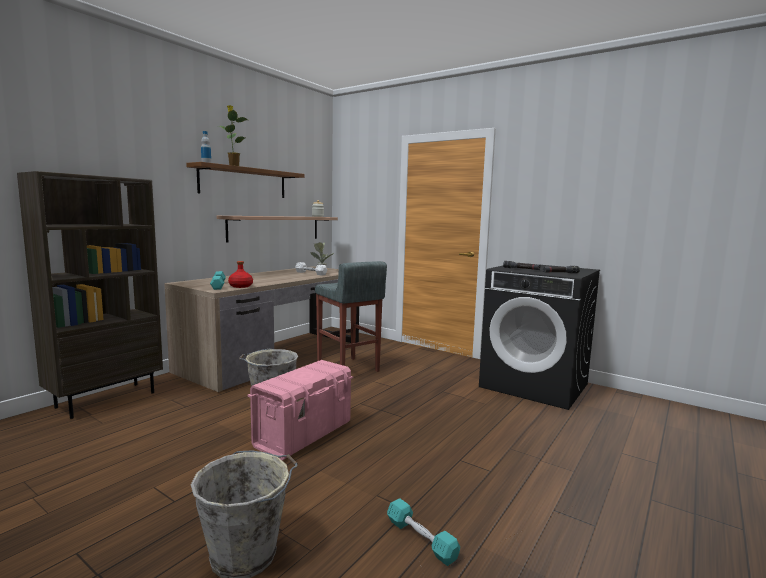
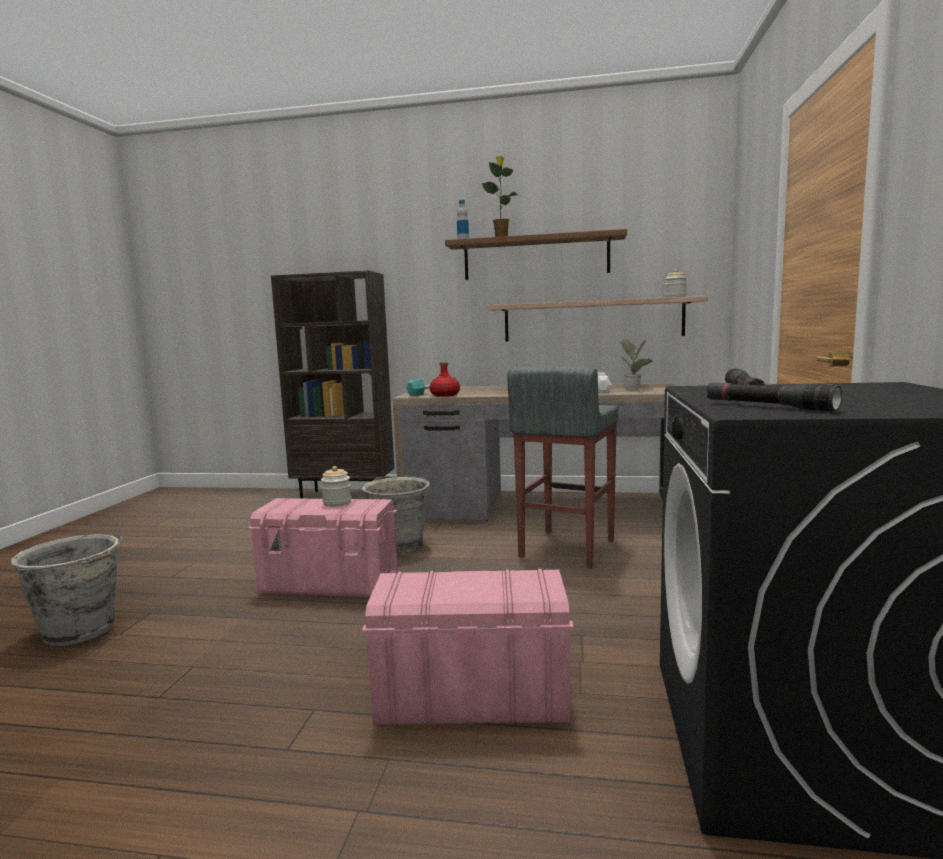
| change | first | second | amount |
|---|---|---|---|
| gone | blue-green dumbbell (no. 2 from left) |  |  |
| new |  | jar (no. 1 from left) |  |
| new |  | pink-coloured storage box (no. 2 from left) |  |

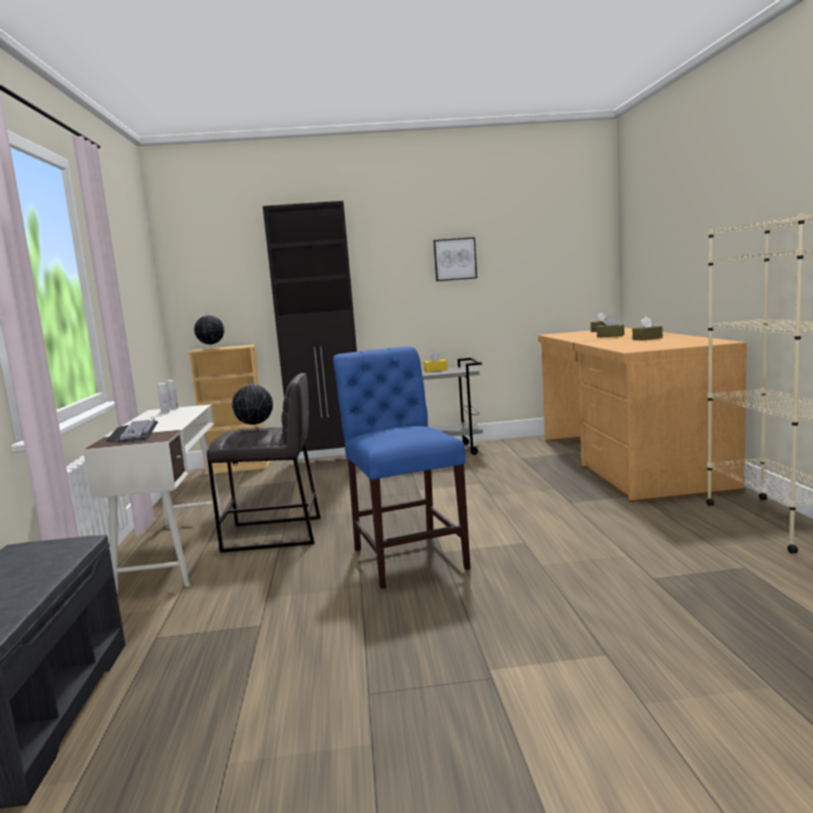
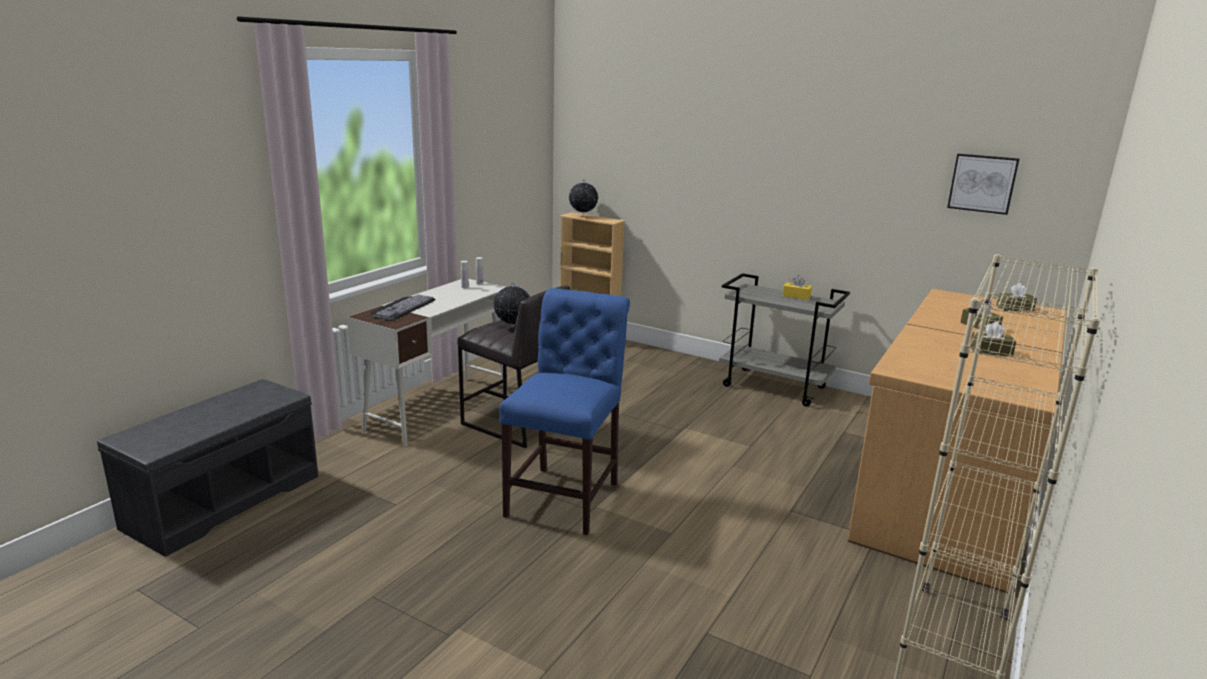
| change | first | second | amount |
|---|---|---|---|
| gone | black cabinet |  |  |
| shifted | wall picture |  |  |

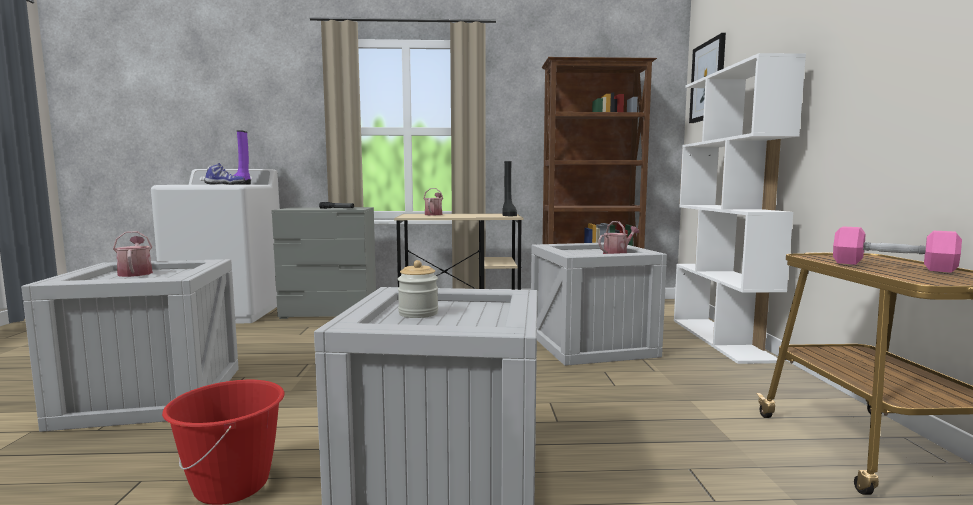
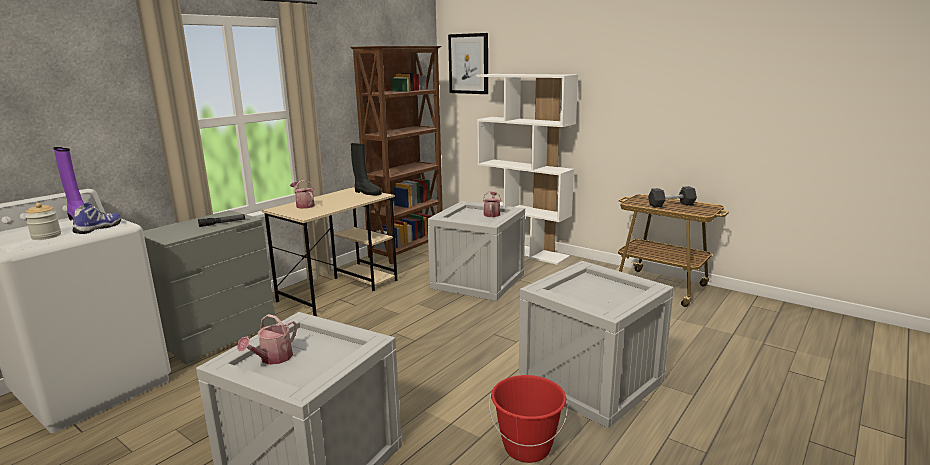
| change | first | second | amount |
|---|---|---|---|
| rotated | watering pot (no. 1 from left) |  | 75 degrees counterclockwise |
| shifted | jar |  |  |
| repainted | pink-coloured dumbbell | grey dumbbell |  |

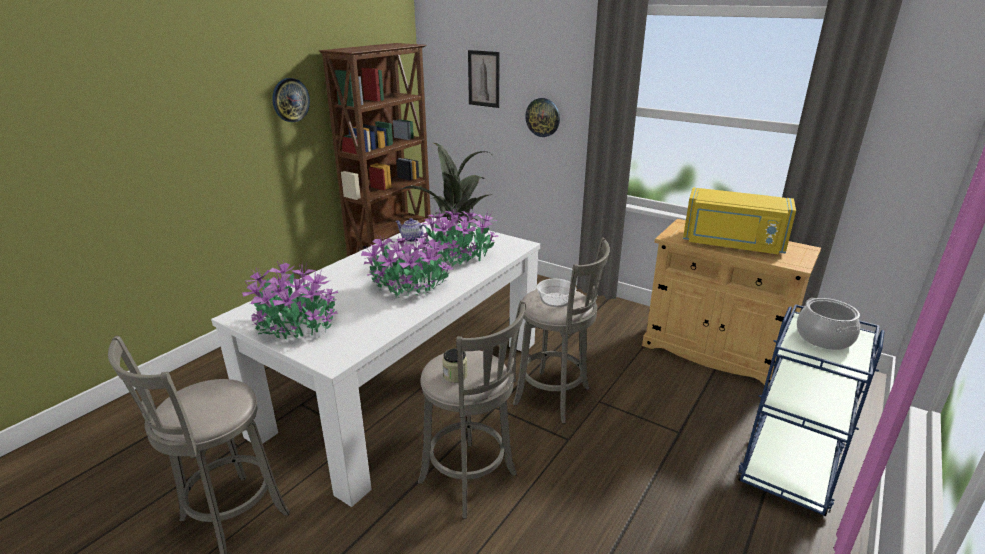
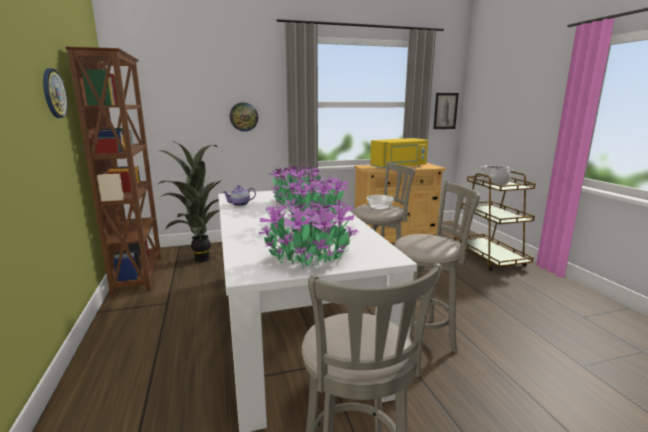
| change | first | second | amount |
|---|---|---|---|
| gone | jar |  |  |
| shifted | wall picture |  |  |
| repainted | blue-coloured trolley | brownish trolley |  |

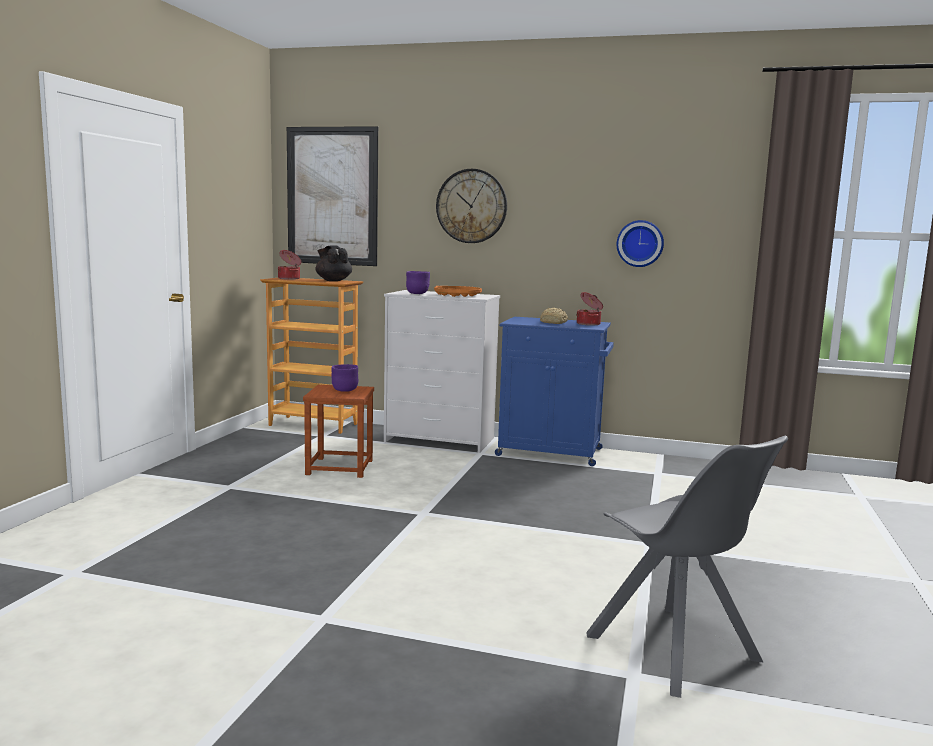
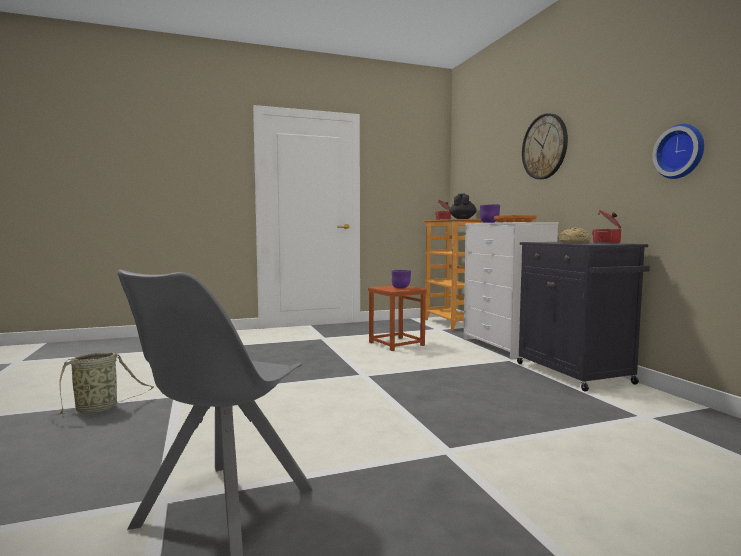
| change | first | second | amount |
|---|---|---|---|
| gone | wall picture |  |  |
| repainted | blue-coloured cabinet | black cabinet |  |
| new |  | basket |  |

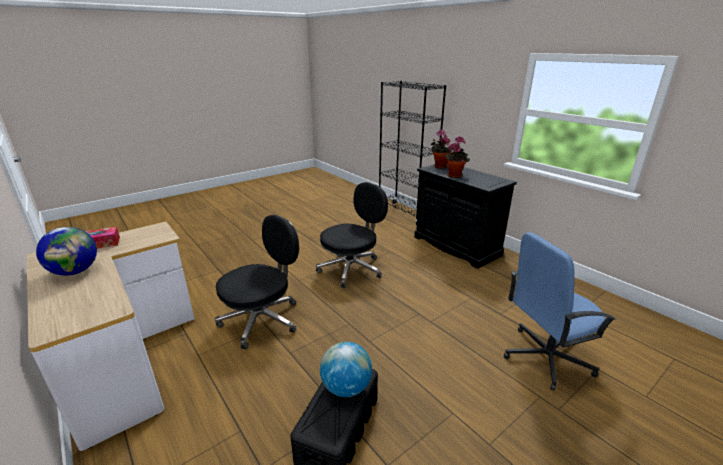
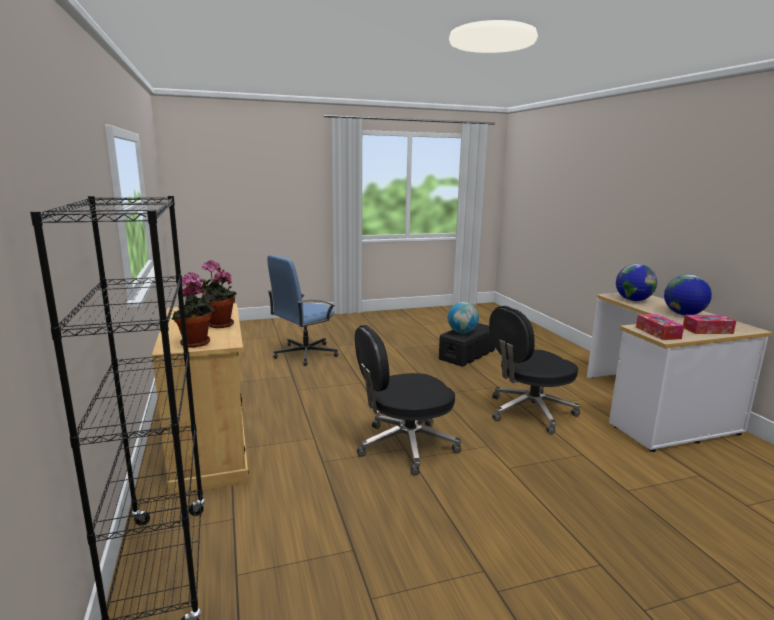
| change | first | second | amount |
|---|---|---|---|
| repainted | black cabinet | beige-coloured cabinet |  |
| rotated | blue-coloured office chair |  | 135 degrees clockwise |
| new |  | world globe (no. 2 from left) |  |
| new |  | tissue holder (no. 1 from left) |  |

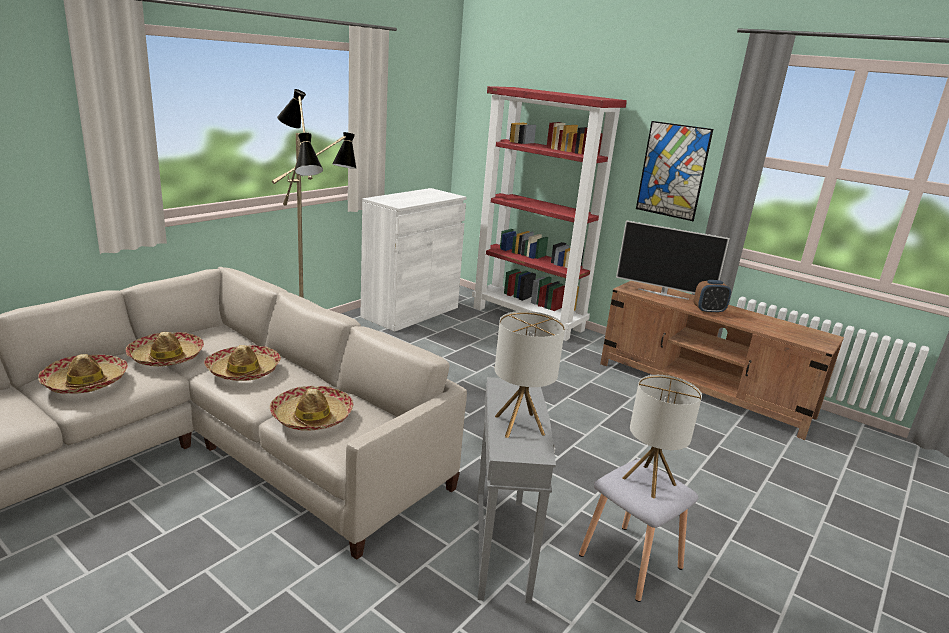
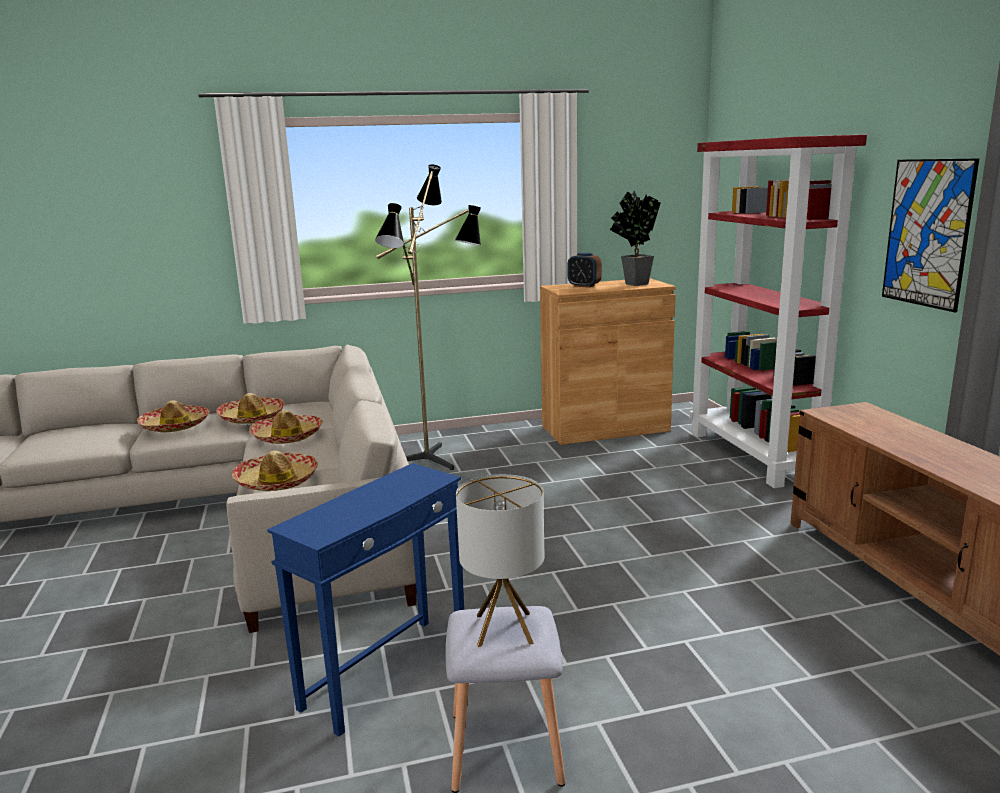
| change | first | second | amount |
|---|---|---|---|
| repainted | whitish cabinet | brownish cabinet |  |
| repainted | grey accent table | blue-coloured accent table |  |
| gone | lamp for a table (no. 1 from left) |  |  |
| gone | television |  |  |
| shifted | alarm clock |  |  |
| new |  | plant in a pot |  |

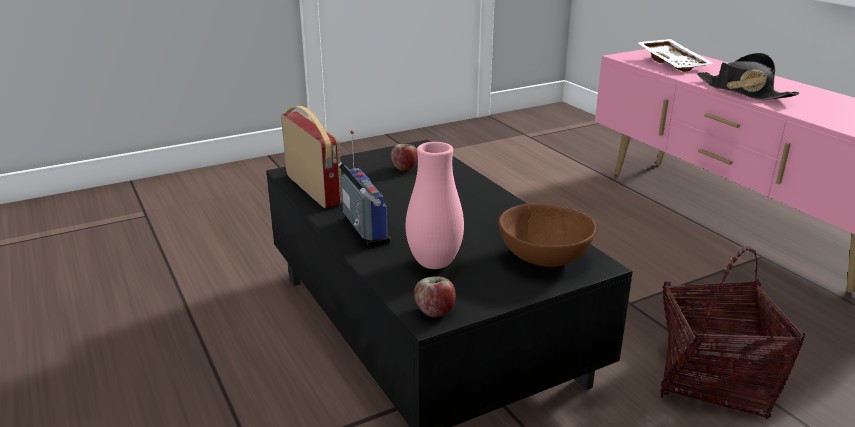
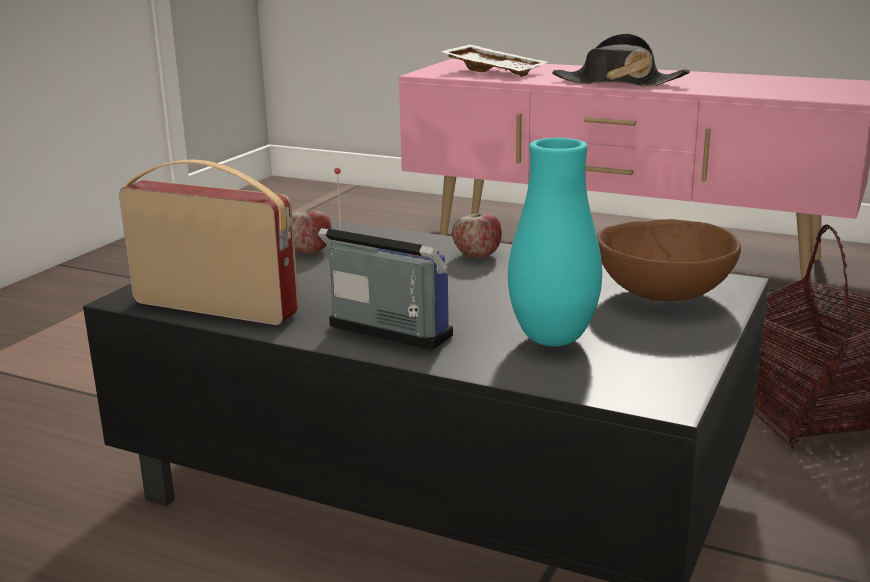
| change | first | second | amount |
|---|---|---|---|
| repainted | pink-coloured vase | blue-green vase |  |
| shifted | whole apple (no. 2 from left) |  |  |

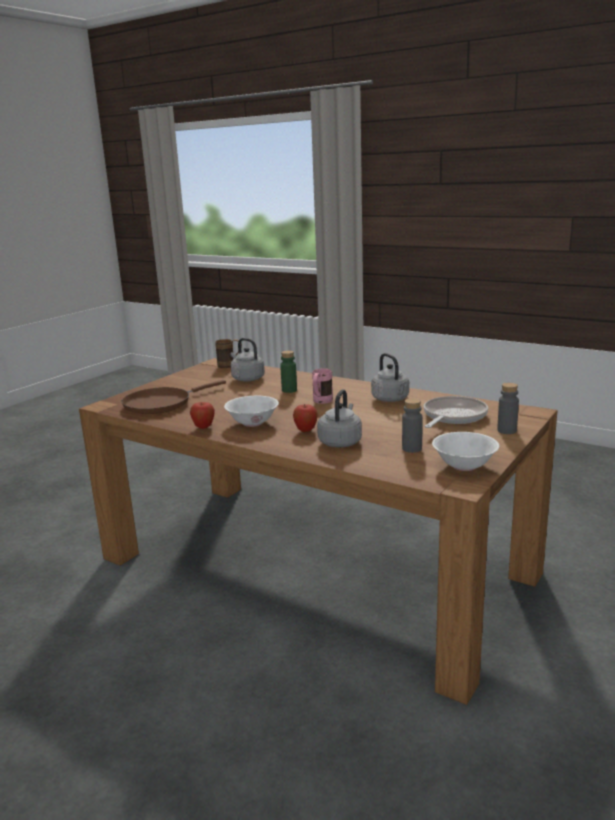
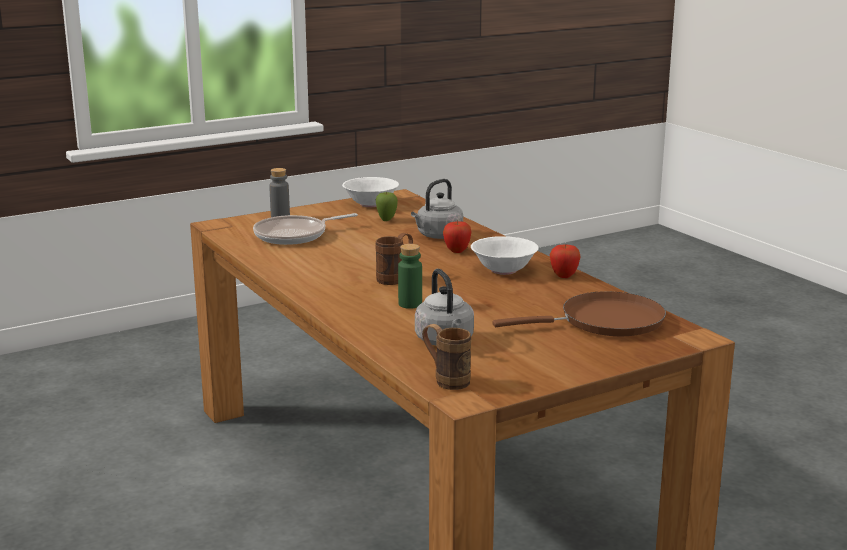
| change | first | second | amount |
|---|---|---|---|
| repainted | pink-coloured tea mug | brownish tea mug (no. 1 from left) |  |
| gone | grey tea kettle (no. 3 from left) |  |  |
| swapped | grey beverage bottle (no. 1 from left) | whole apple (no. 1 from left) |  |

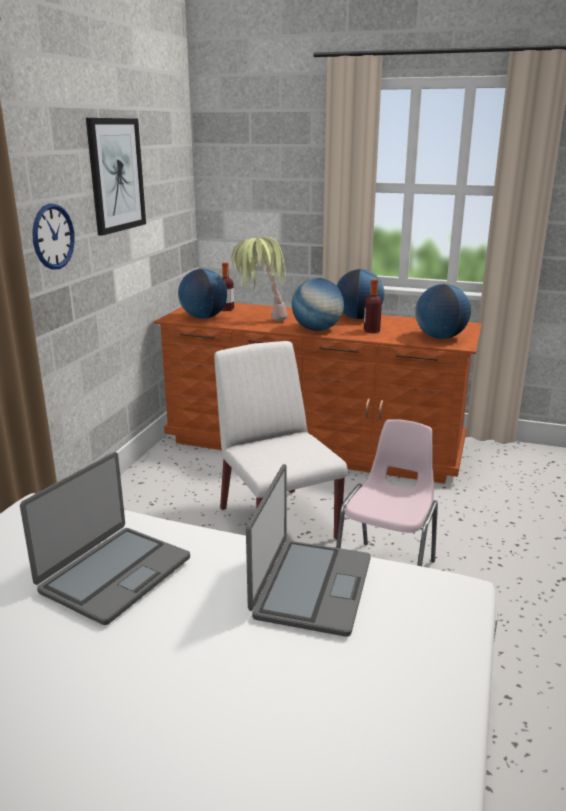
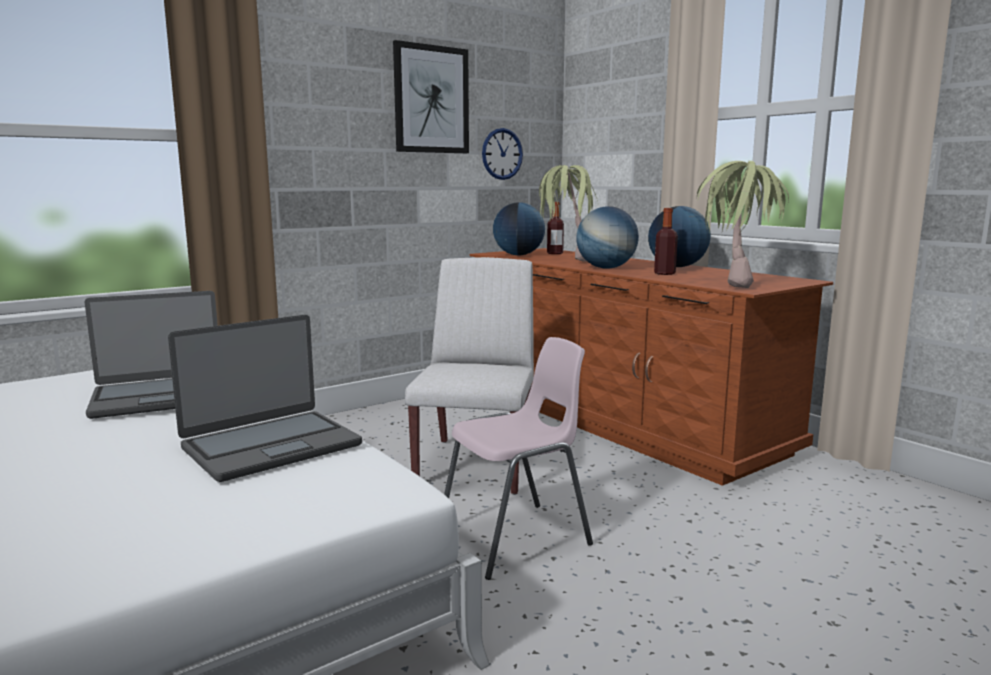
| change | first | second | amount |
|---|---|---|---|
| shifted | clock on the wall |  |  |
| swapped | world globe (no. 4 from left) | plant in a pot (no. 2 from left) |  |

